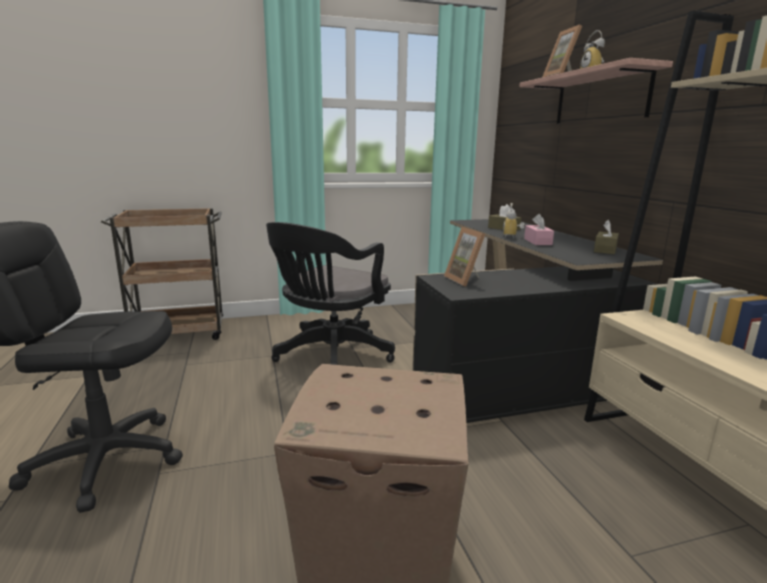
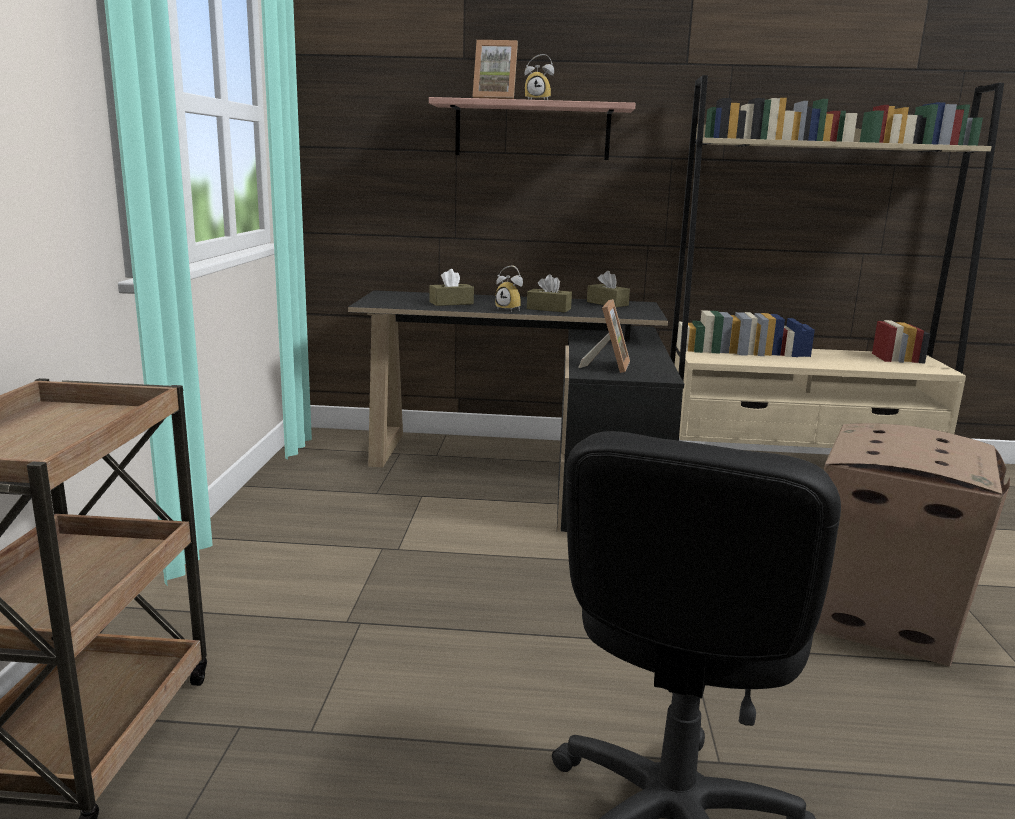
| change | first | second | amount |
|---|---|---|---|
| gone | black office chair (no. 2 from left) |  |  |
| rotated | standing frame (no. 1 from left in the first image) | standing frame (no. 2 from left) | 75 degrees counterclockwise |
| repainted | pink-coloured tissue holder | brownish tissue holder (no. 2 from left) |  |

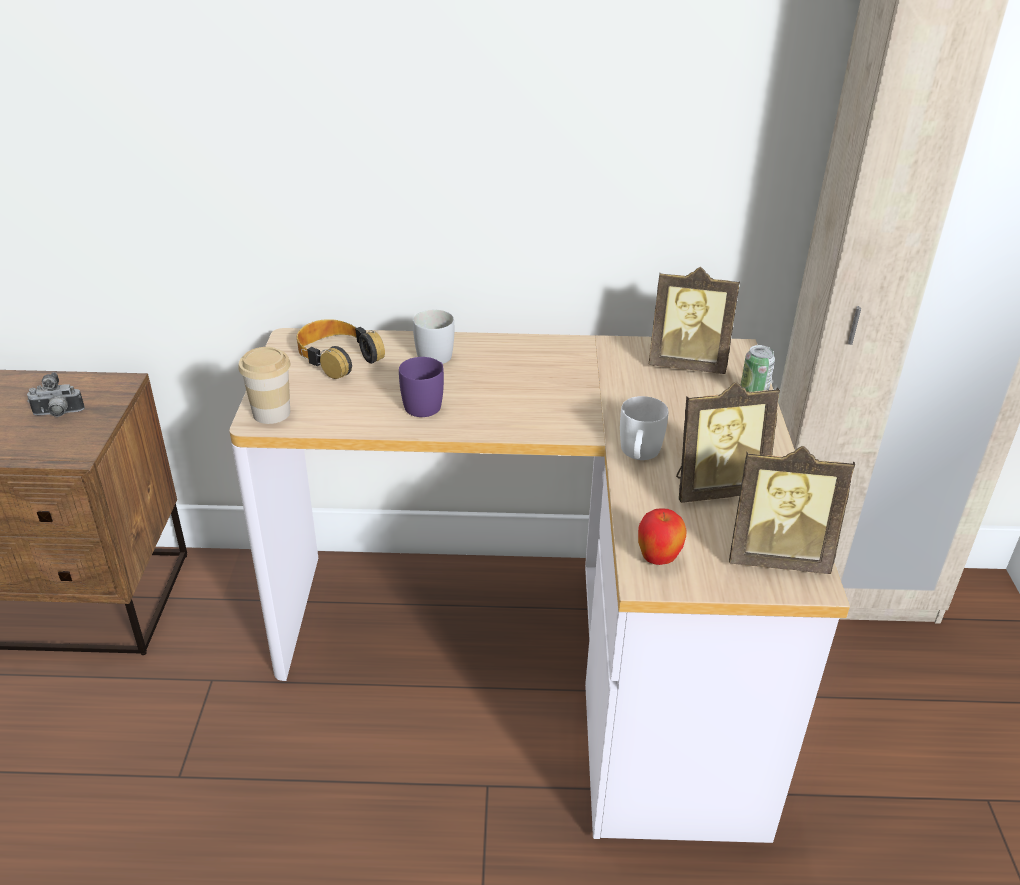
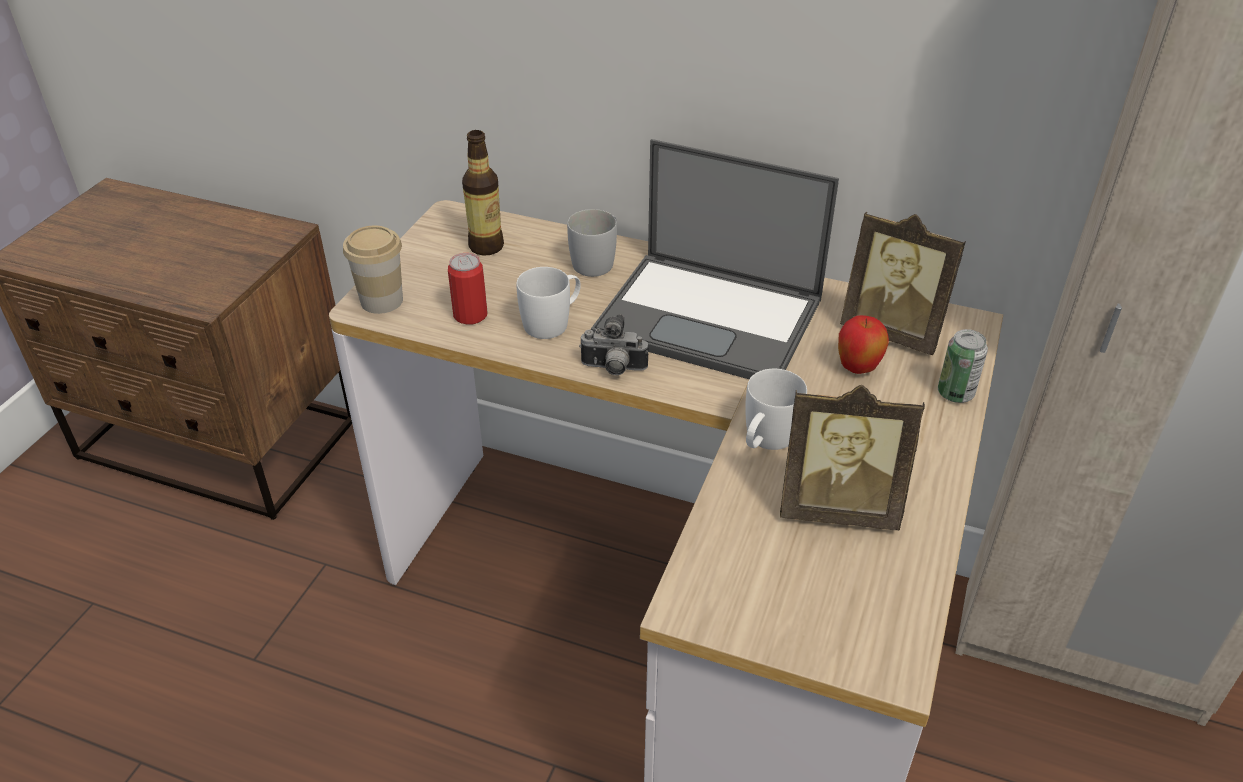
| change | first | second | amount |
|---|---|---|---|
| shifted | photo camera |  |  |
| swapped | pair of headphones | beverage bottle |  |
| repainted | purple-coloured tea mug | whitish tea mug (no. 1 from left) |  |
| shifted | whole apple |  |  |
| gone | standing frame (no. 3 from left) |  |  |
| new |  | sealed can (no. 1 from left) |  |
| new |  | notebook computer |  |

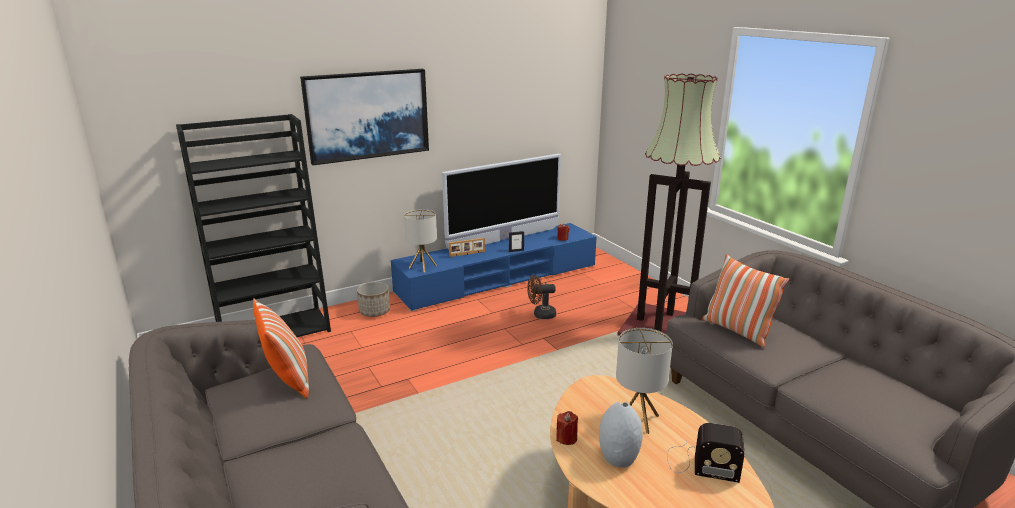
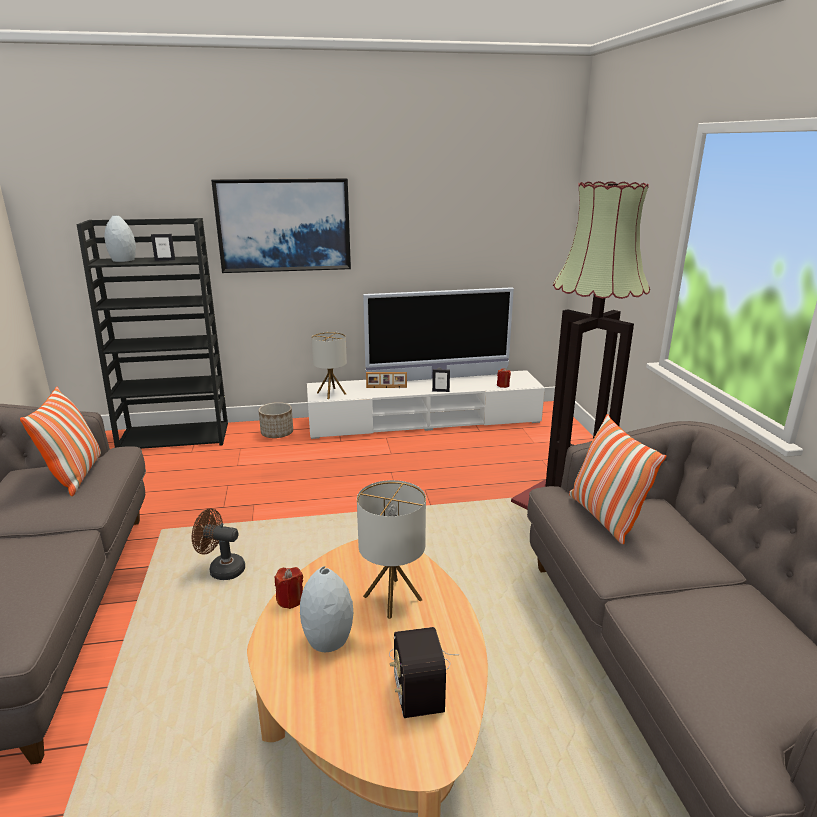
| change | first | second | amount |
|---|---|---|---|
| repainted | blue-coloured tv stand | whitish tv stand |  |
| shifted | brownish cooling fan |  |  |
| rotated | radio receiver |  | 45 degrees clockwise |
| new |  | grey vase (no. 1 from left) |  |
| new |  | standing frame (no. 1 from left) |  |

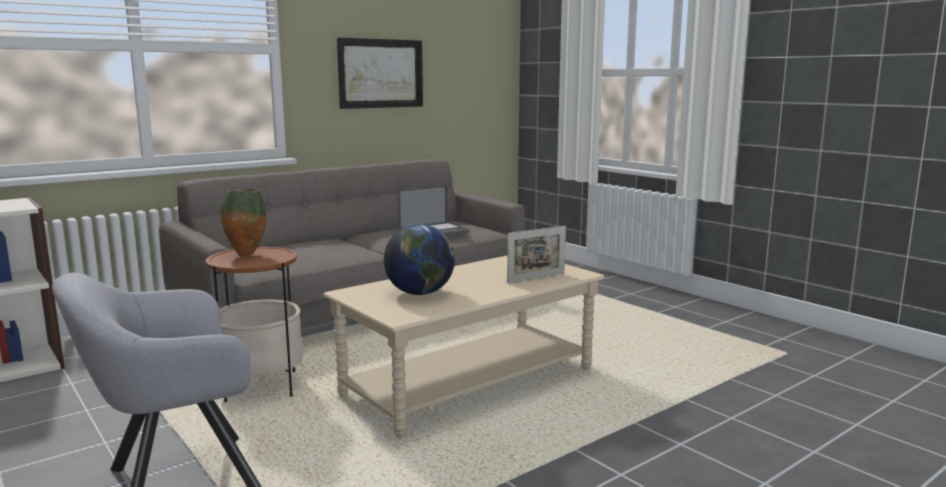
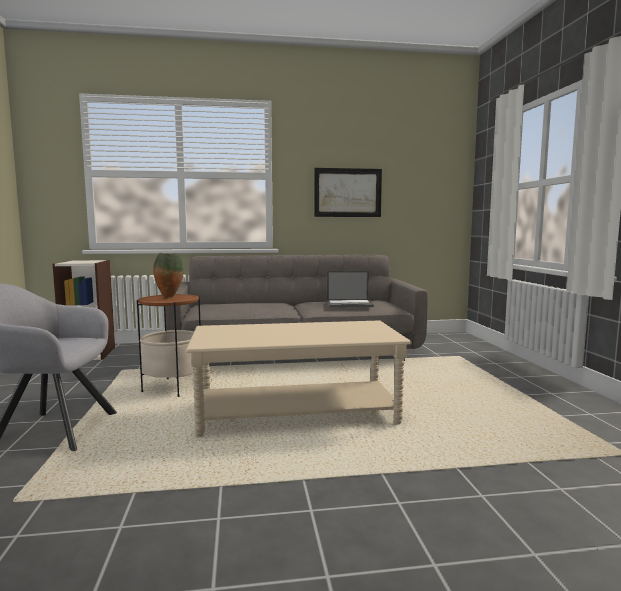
| change | first | second | amount |
|---|---|---|---|
| gone | world globe |  |  |
| gone | standing frame |  |  |

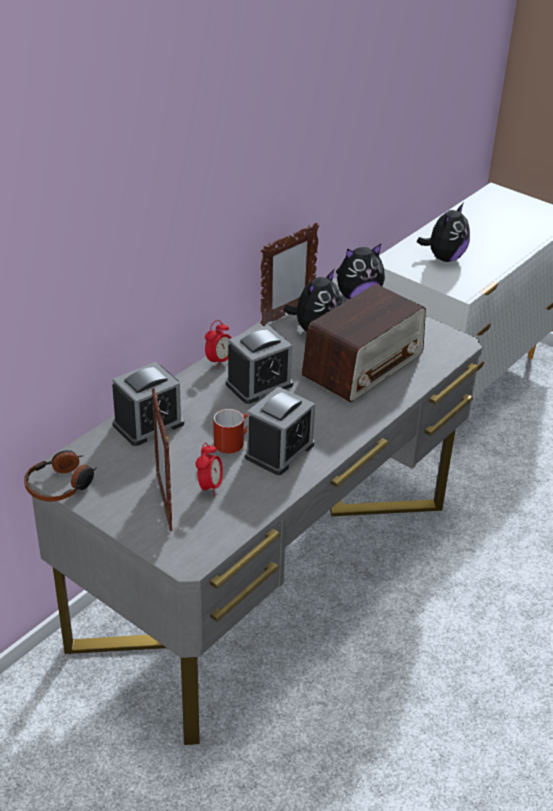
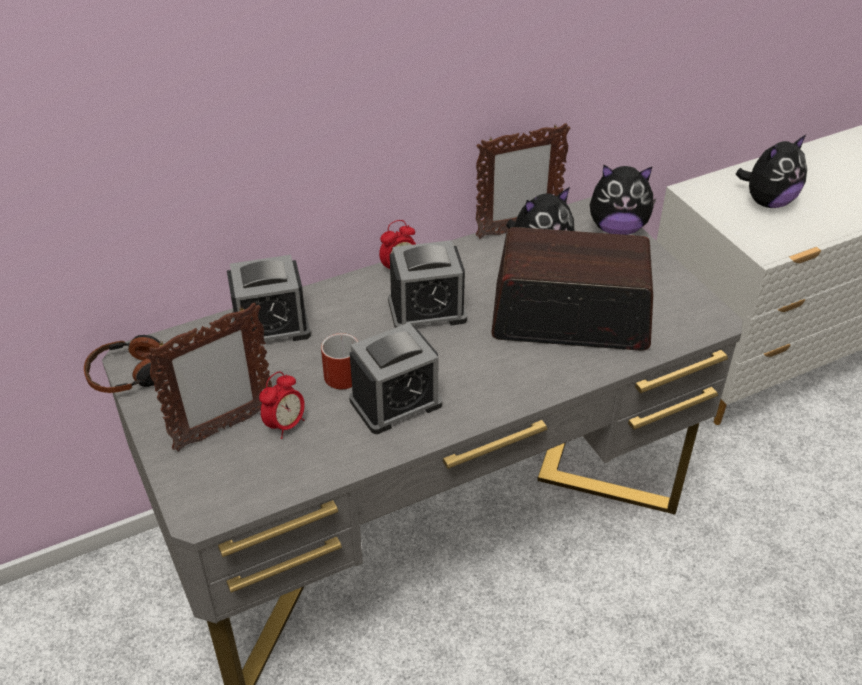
| change | first | second | amount |
|---|---|---|---|
| rotated | standing frame (no. 1 from left) |  | 135 degrees counterclockwise |
| rotated | radio receiver |  | 150 degrees counterclockwise |

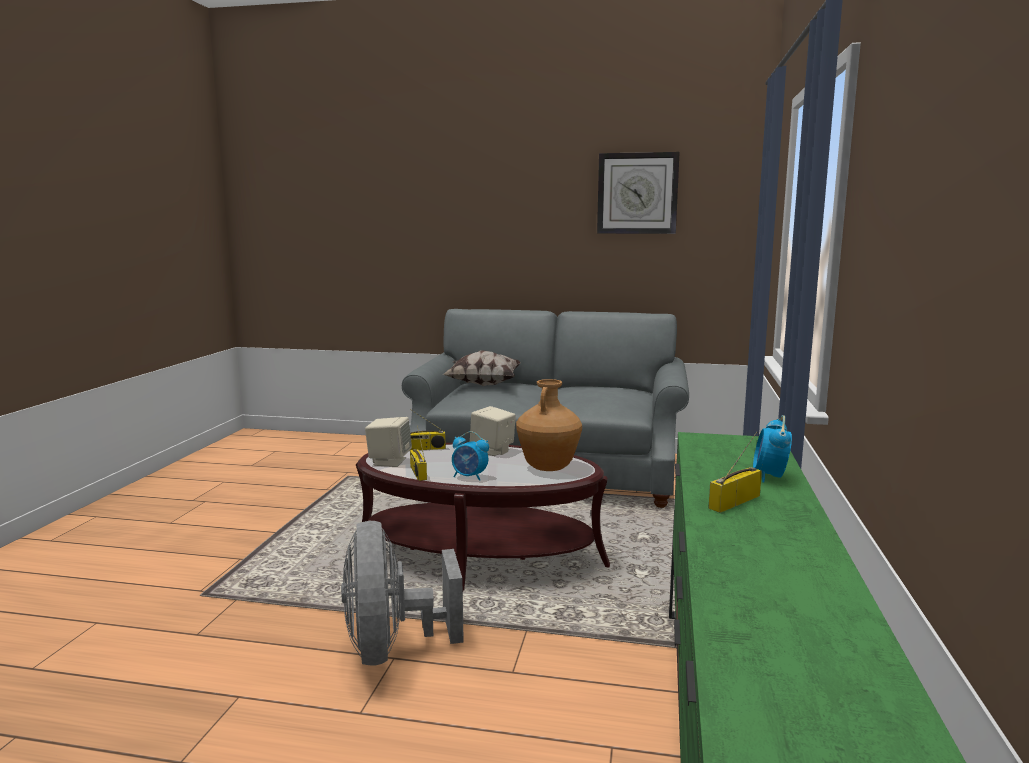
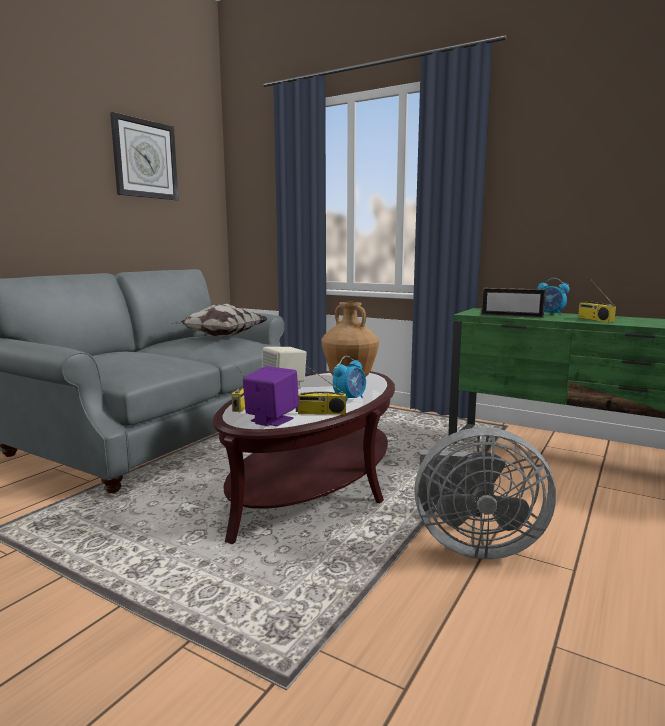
| change | first | second | amount |
|---|---|---|---|
| repainted | beige-coloured speaker (no. 1 from left) | purple-coloured speaker |  |
| shifted | throw pillow |  |  |
| new |  | standing frame |  |

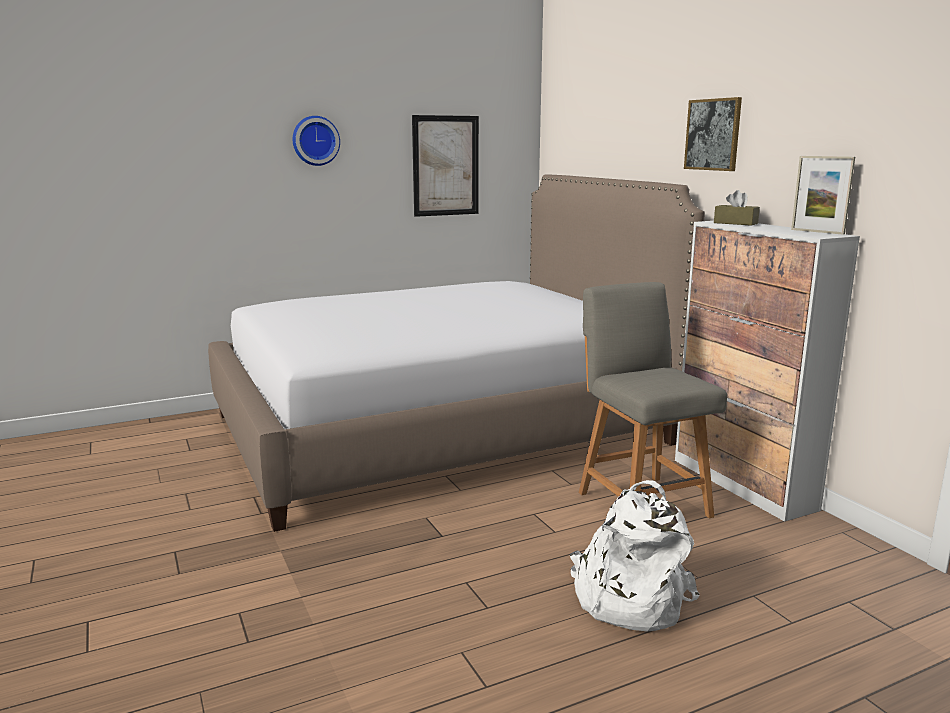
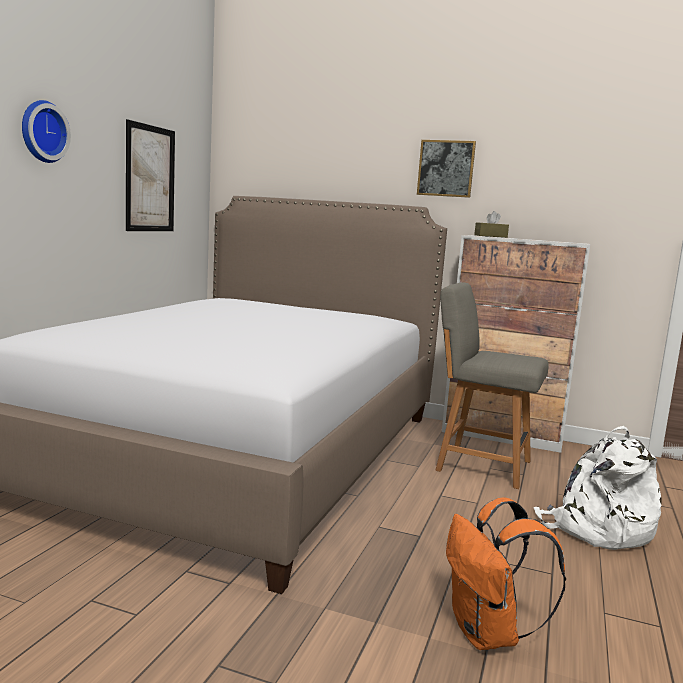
| change | first | second | amount |
|---|---|---|---|
| gone | standing frame |  |  |
| new |  | orange-coloured knapsack |  |

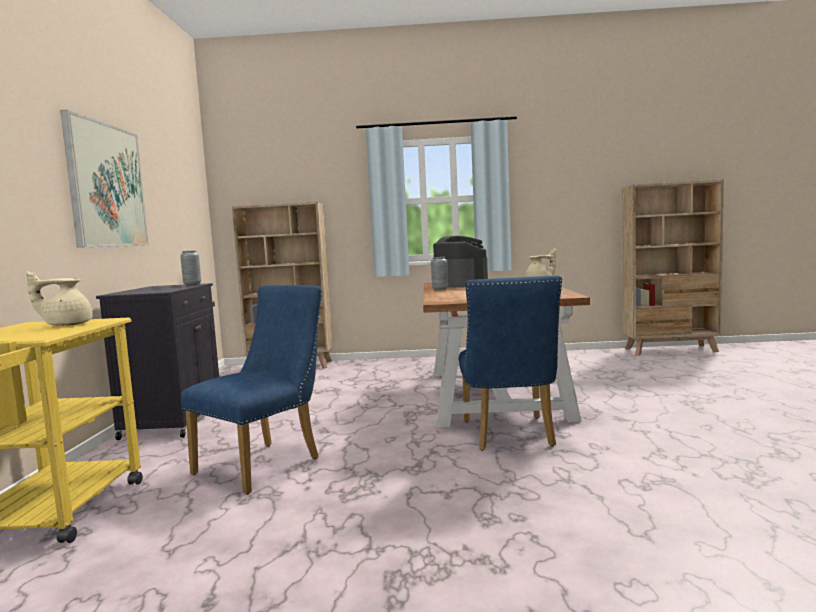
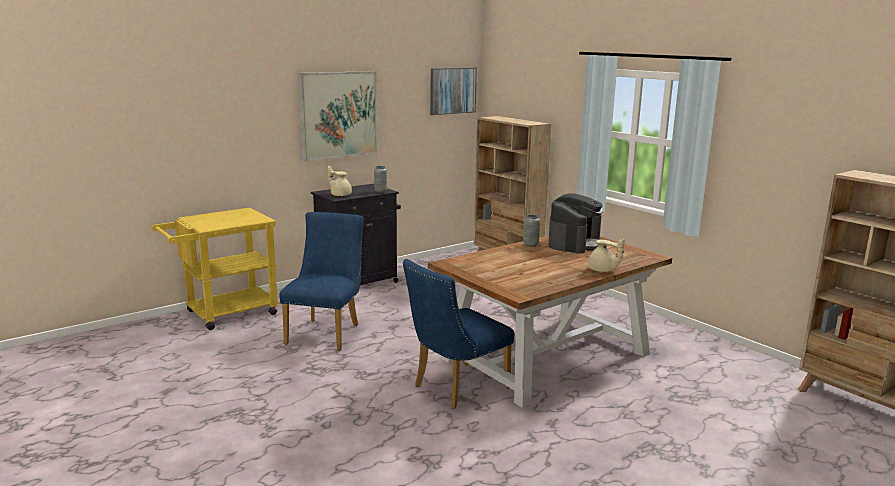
| change | first | second | amount |
|---|---|---|---|
| shifted | beige-coloured pot for tea (no. 1 from left) |  |  |
| rotated | blue-coloured upright chair (no. 1 from left) |  | 75 degrees counterclockwise |
| new |  | wall picture (no. 2 from left) |  |

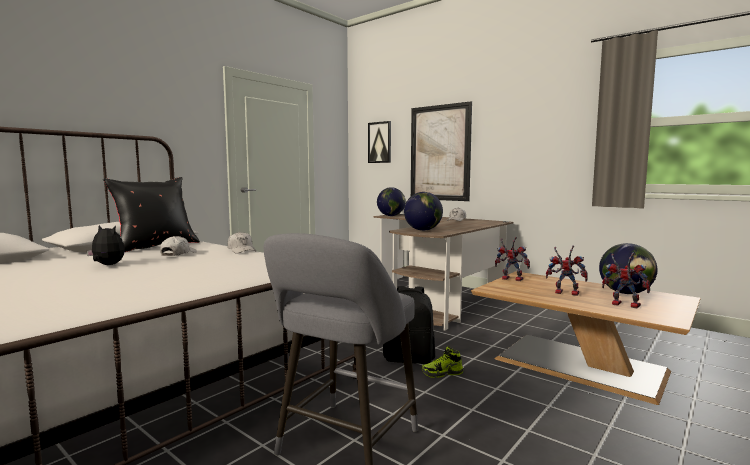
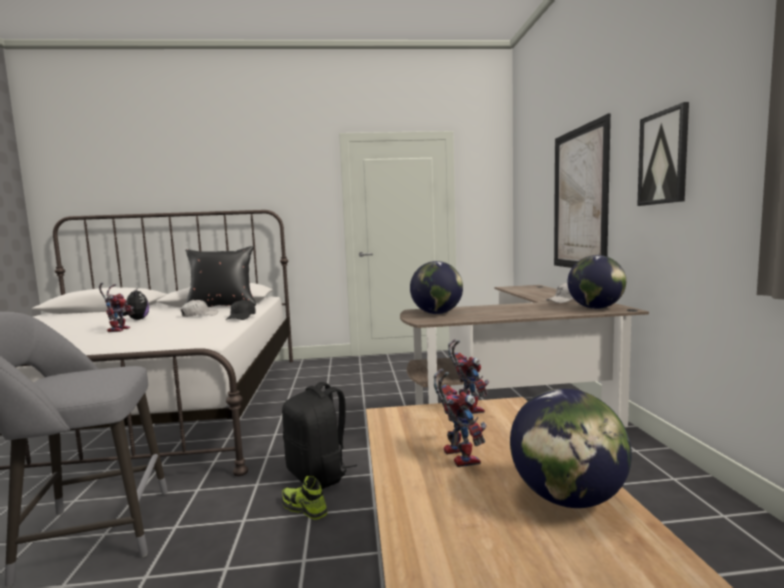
| change | first | second | amount |
|---|---|---|---|
| repainted | whitish cap (no. 2 from left) | black cap |  |
| shifted | wall picture (no. 1 from left in the first image) | wall picture (no. 2 from left) |  |
| shifted | world globe (no. 1 from left in the first image) | world globe (no. 3 from left) |  |
| shifted | toy robot (no. 3 from left in the first image) | toy robot (no. 1 from left) |  |

